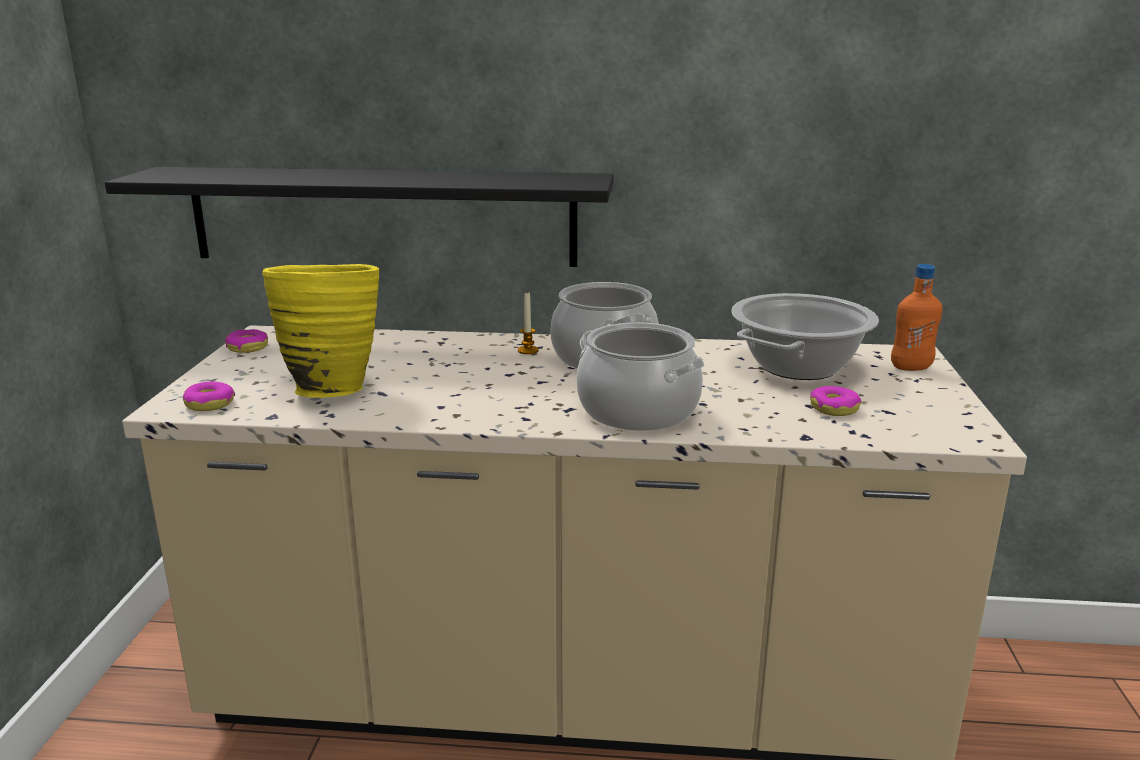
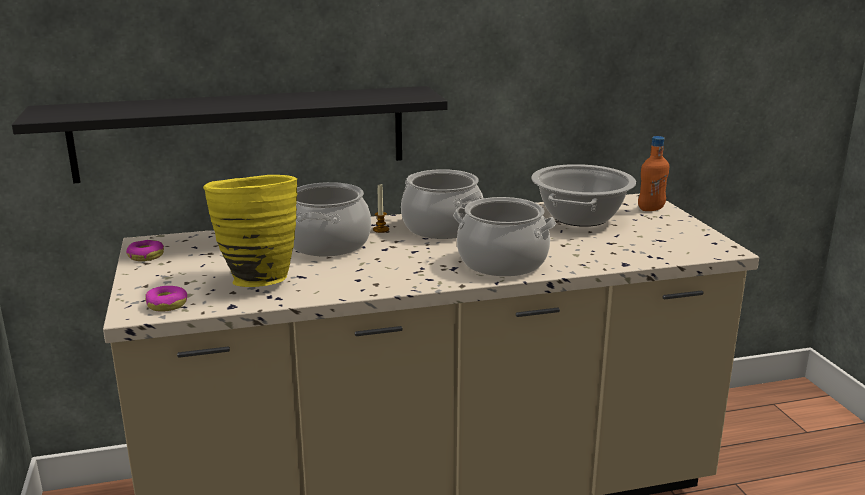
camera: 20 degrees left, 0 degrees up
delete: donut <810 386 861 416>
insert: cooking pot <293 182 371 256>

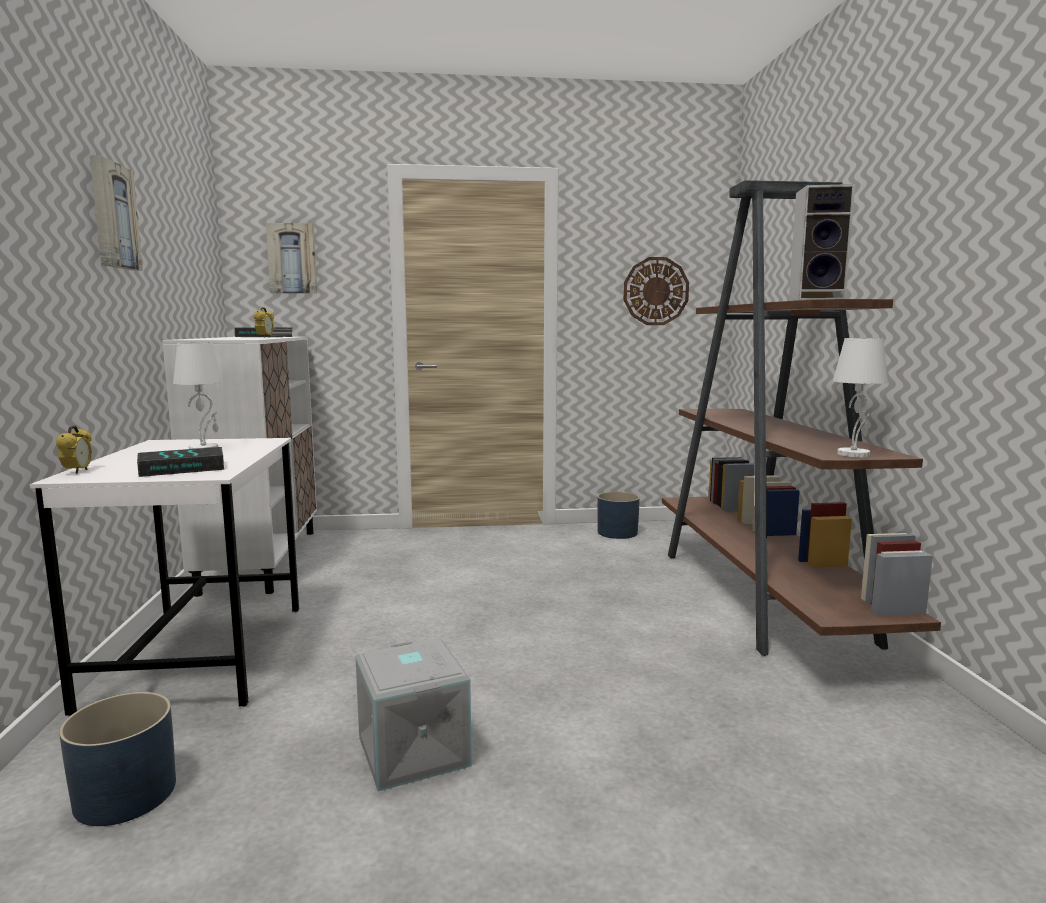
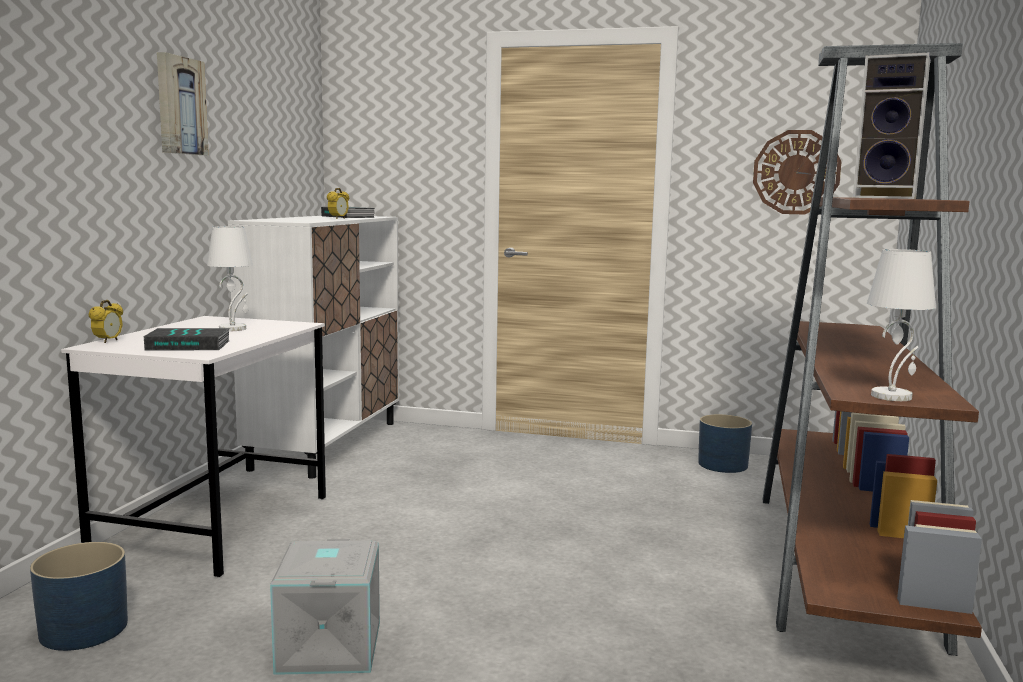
camera: 20 degrees right, 0 degrees up
delete: picture <266 223 317 294>

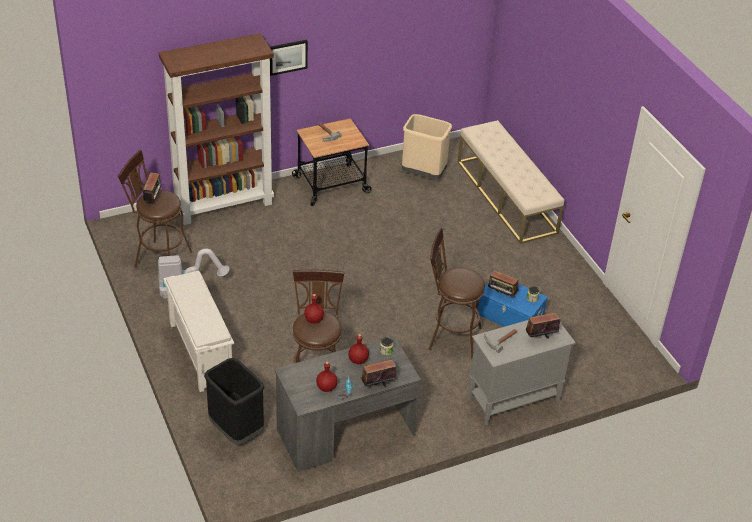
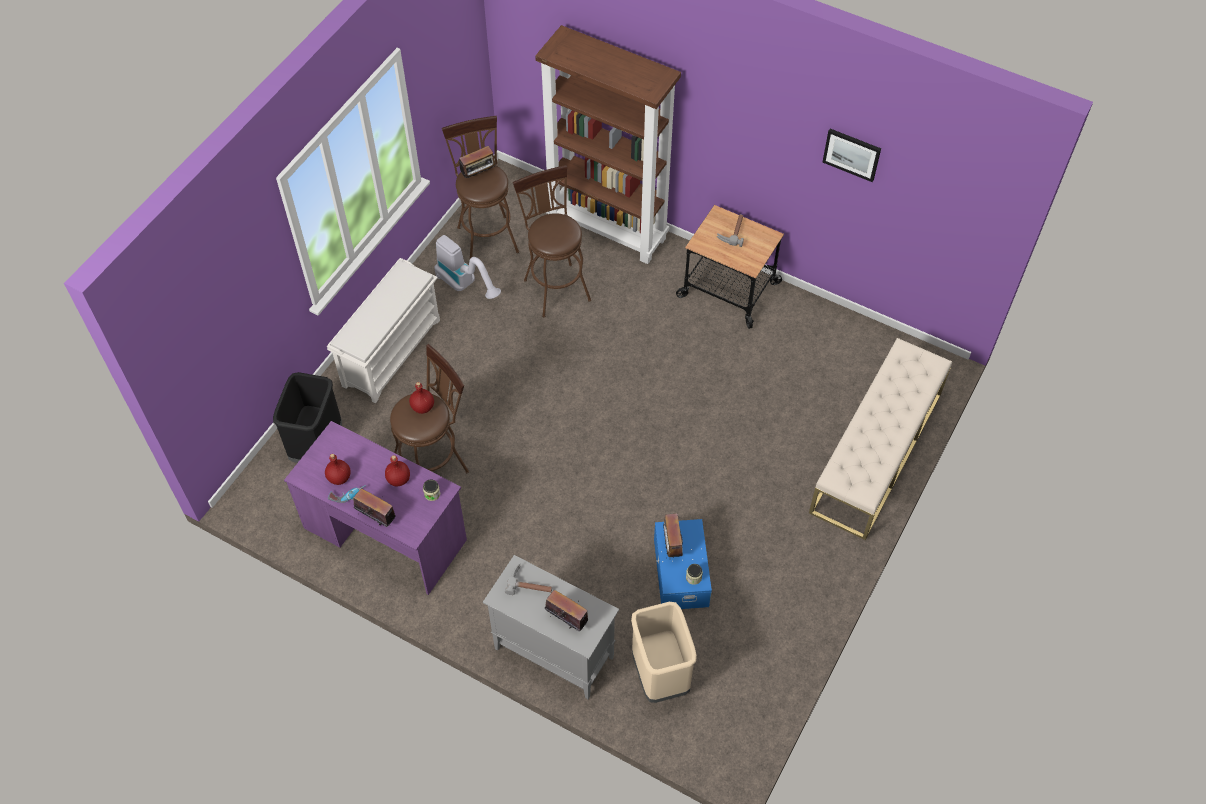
camera: 55 degrees right, 15 degrees up
move: picture <270 40 308 76> to <823 129 881 182>; beige trash can <402 114 452 179> to <631 602 697 703>; brown stool <429 228 485 359> to <513 165 591 317>
recolor: grey desk <274 336 421 472> to purple desk <284 421 467 595>

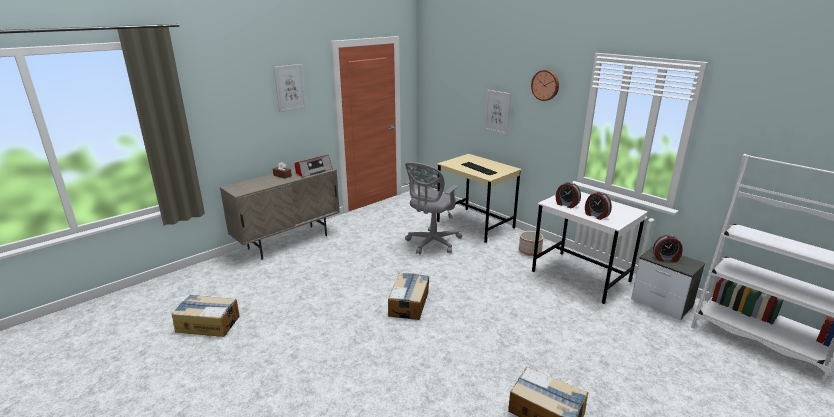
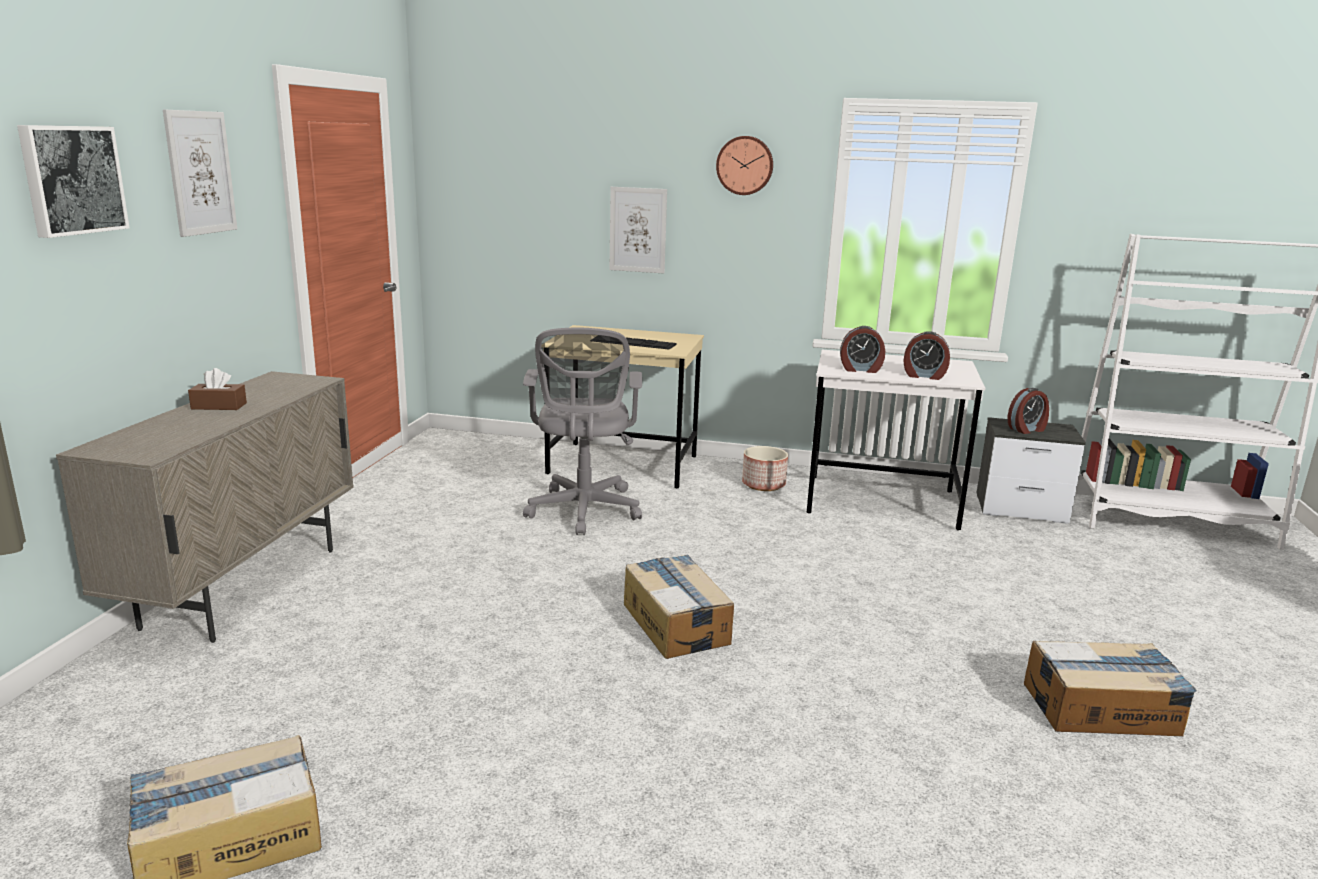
camera: 35 degrees left, 5 degrees down
delete: radio <295 155 333 177>
insert: picture <17 125 130 238>

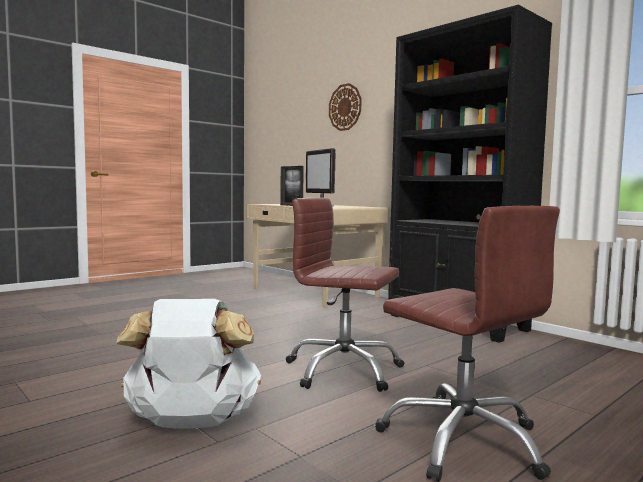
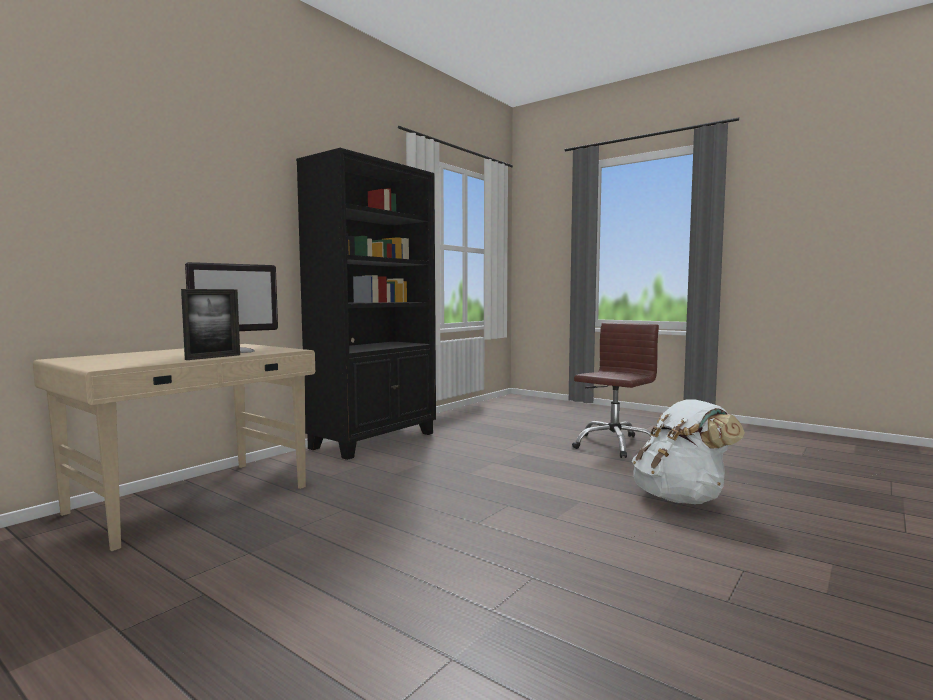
camera: 100 degrees left, 0 degrees up
delete: brown office chair <286 198 404 392>; wall clock <329 83 362 131>

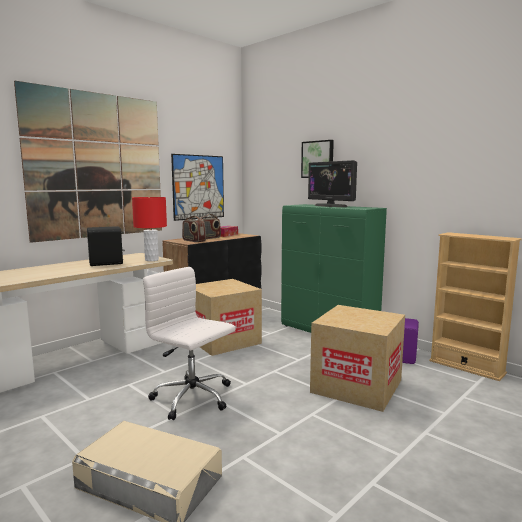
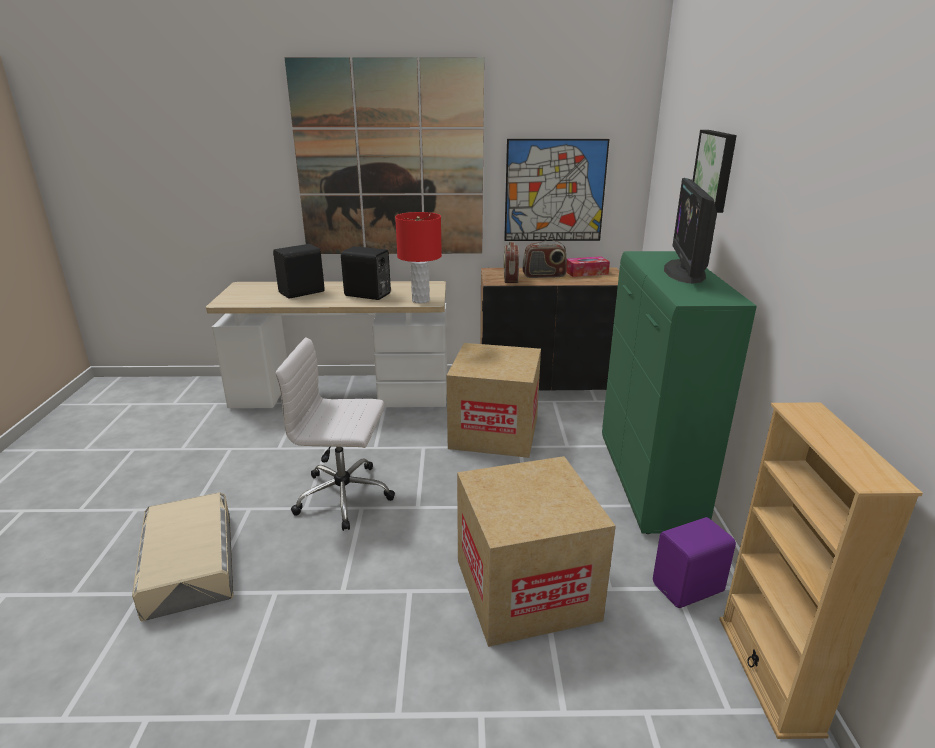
camera: 45 degrees right, 15 degrees up
insert: black speaker <273 244 325 299>
rotate: white office chair <143 267 235 420> = <276 337 395 531> 75 degrees counterclockwise

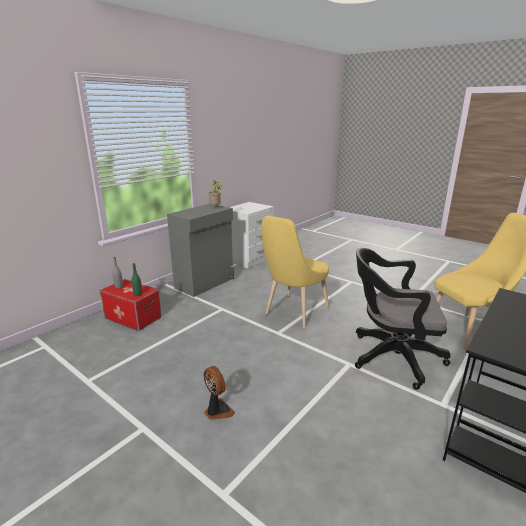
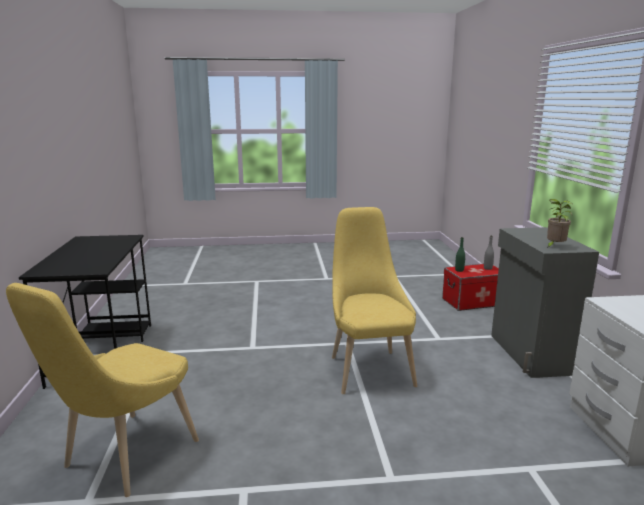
camera: 135 degrees right, 5 degrees down
delete: fan <203 366 235 420>; black office chair <355 248 451 390>

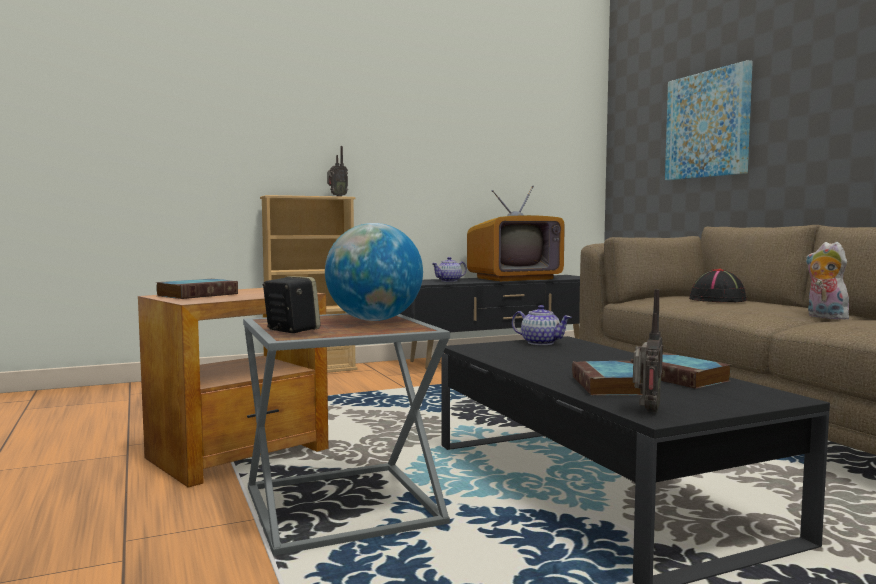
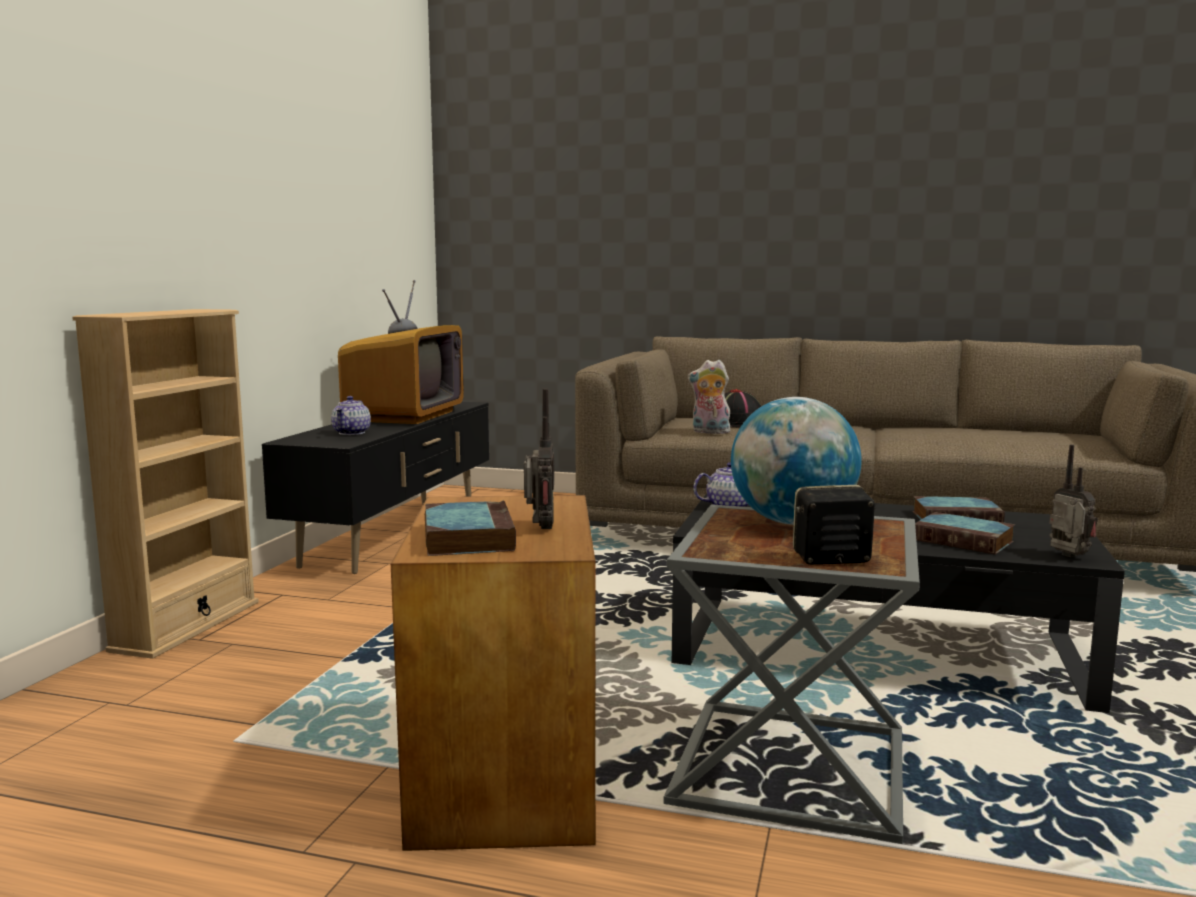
camera: 50 degrees left, 5 degrees up
delete: picture <665 60 753 180>
move: radio <327 146 348 197> to <524 389 554 529>; plush toy <805 242 849 320> to <687 360 732 434>

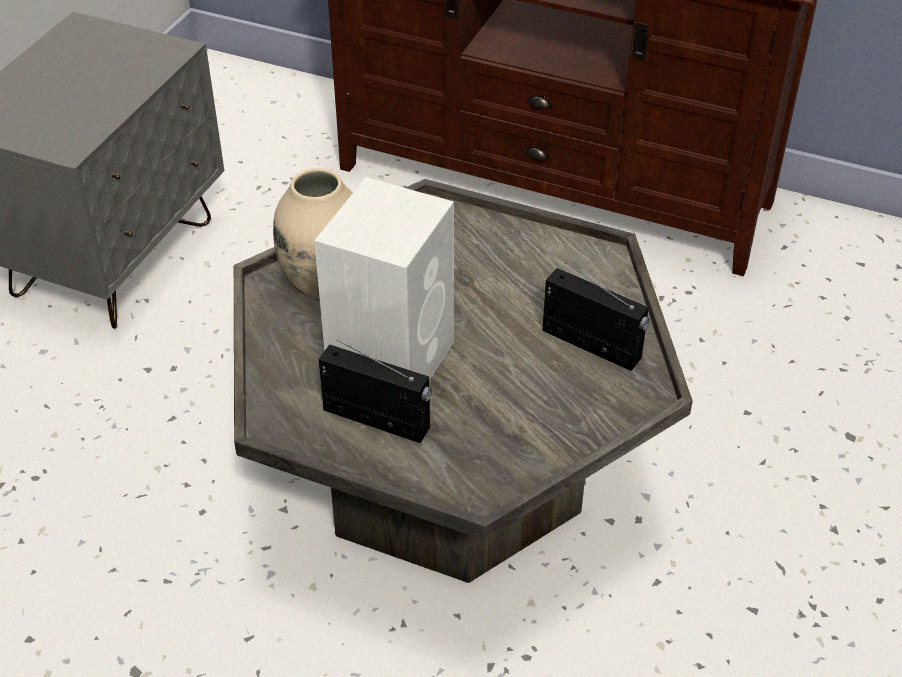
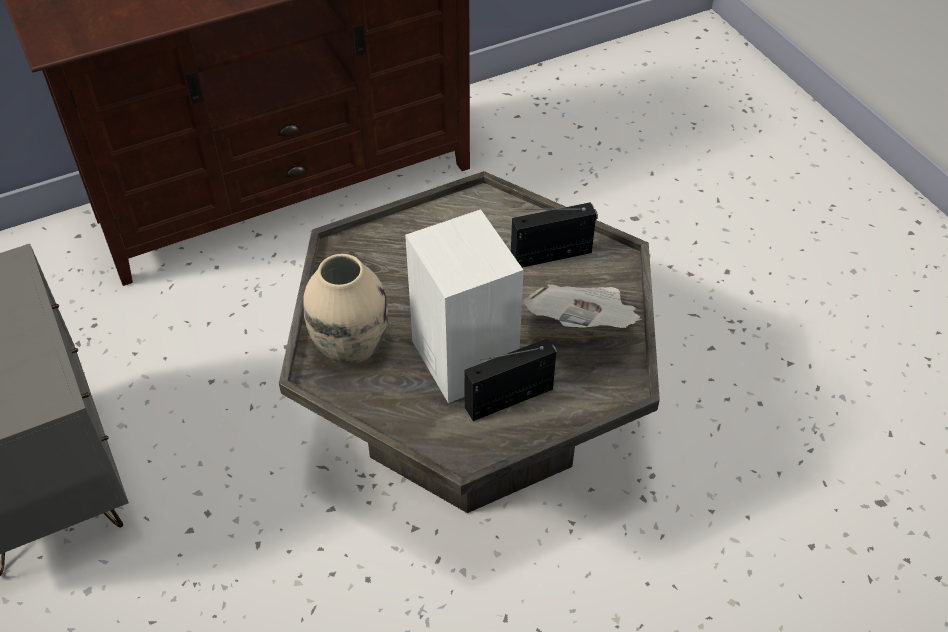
camera: 50 degrees left, 5 degrees up
insert: newspaper <524 284 642 328>

